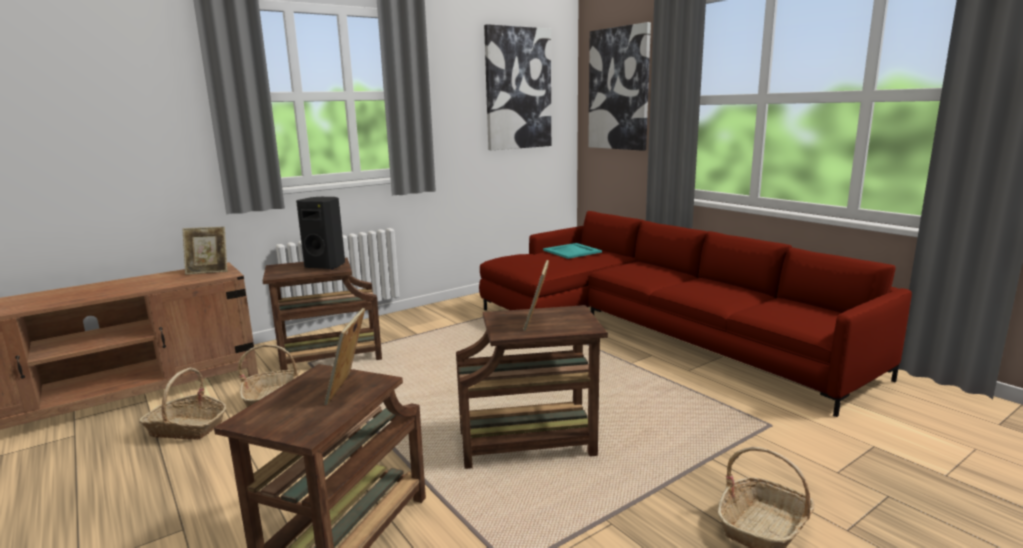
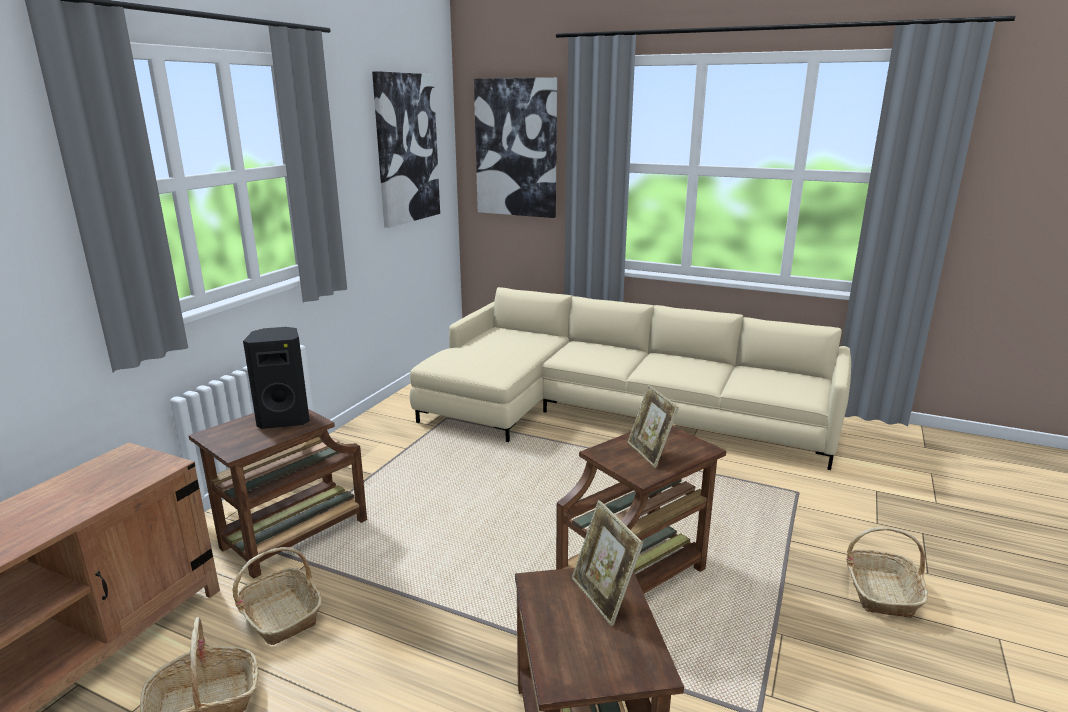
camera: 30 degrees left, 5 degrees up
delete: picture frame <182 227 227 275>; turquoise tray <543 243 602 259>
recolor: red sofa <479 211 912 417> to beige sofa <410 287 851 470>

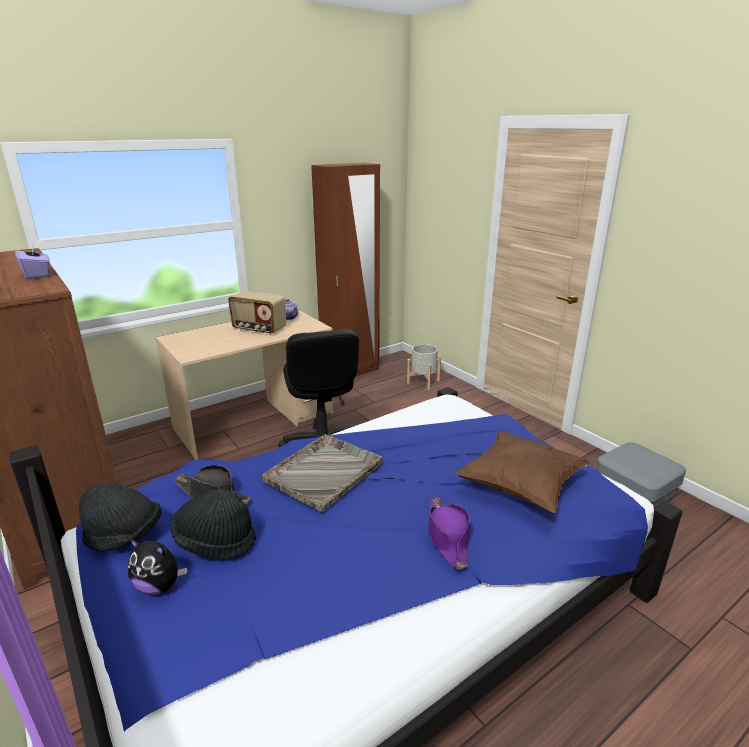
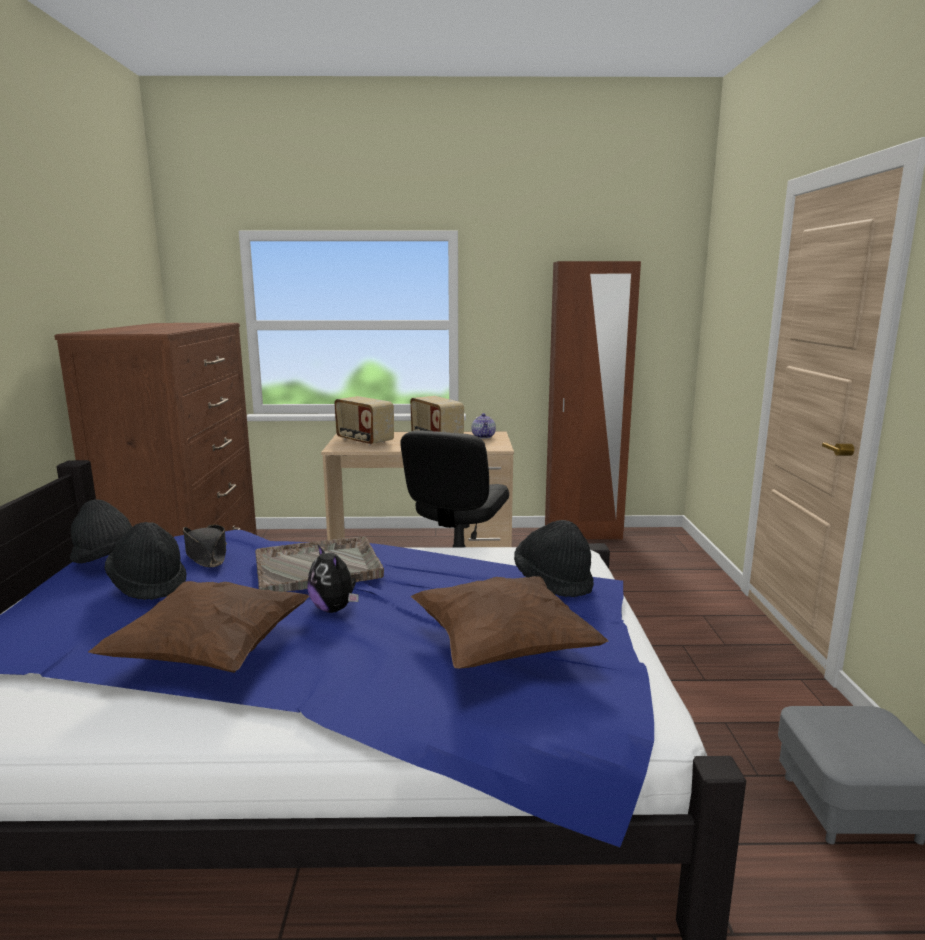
camera: 35 degrees right, 10 degrees down
delete: purple tissue box <15 242 50 279>; grey planter <407 344 441 390>; purple hat <428 498 470 570>
insert: brown pillow <88 581 309 673>; radio <334 396 394 446>; black hat <514 520 594 597>
move: plush toy <128 538 187 595> to <307 545 359 613>

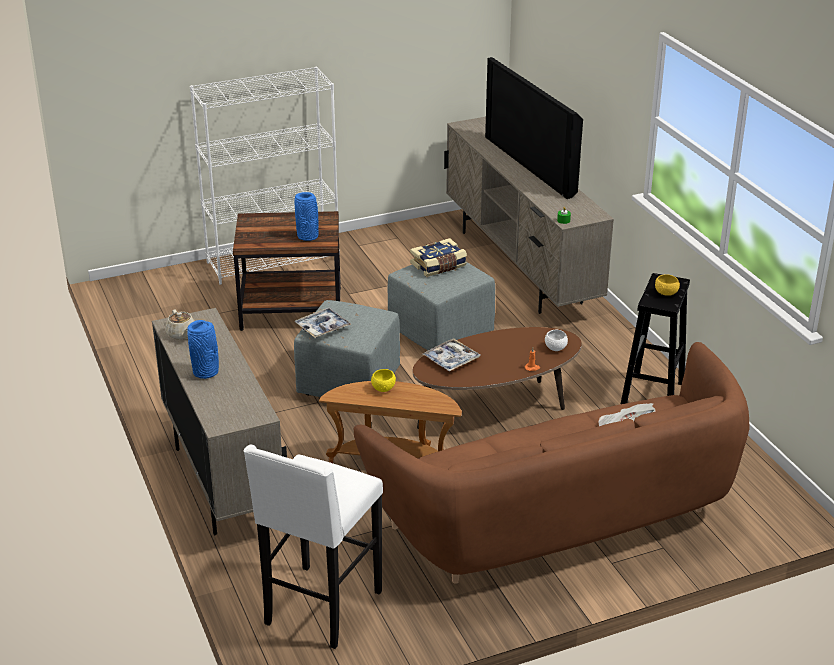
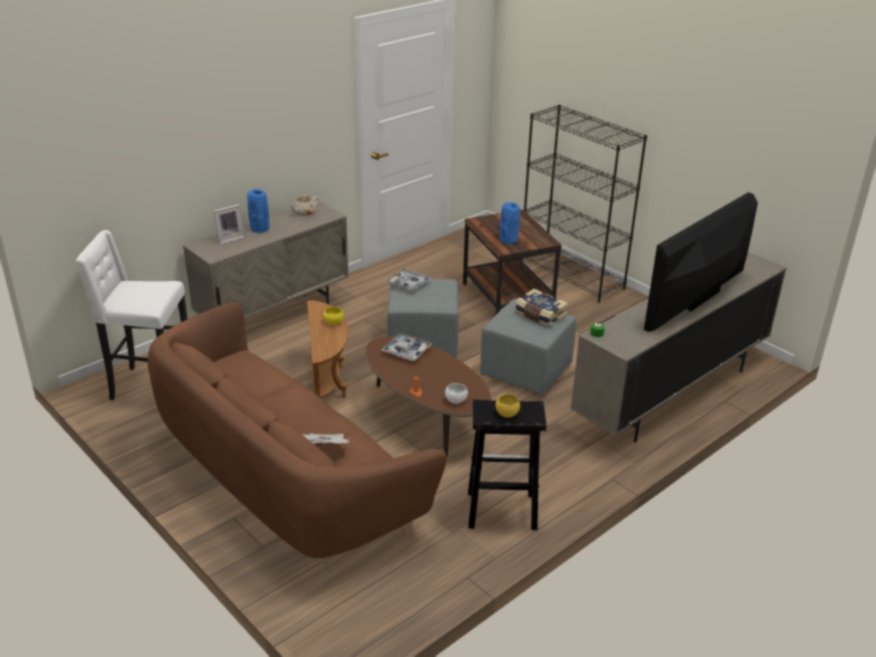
camera: 70 degrees right, 0 degrees up
insert: picture frame <213 204 245 244>
recolor: white bookcase <190 67 340 285> to black bookcase <521 105 647 303>

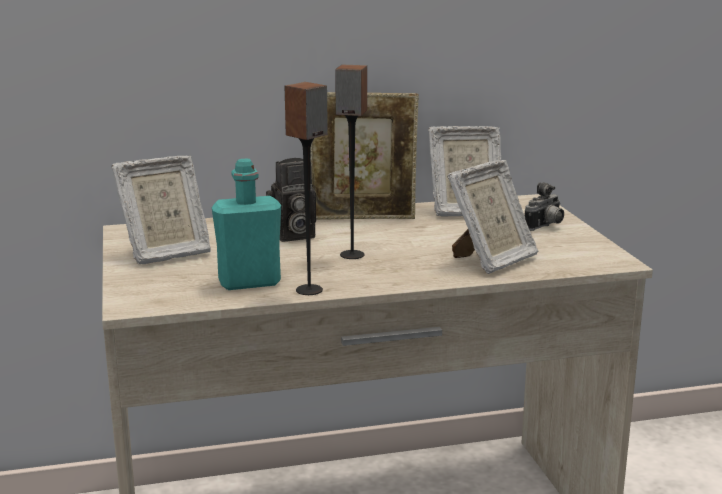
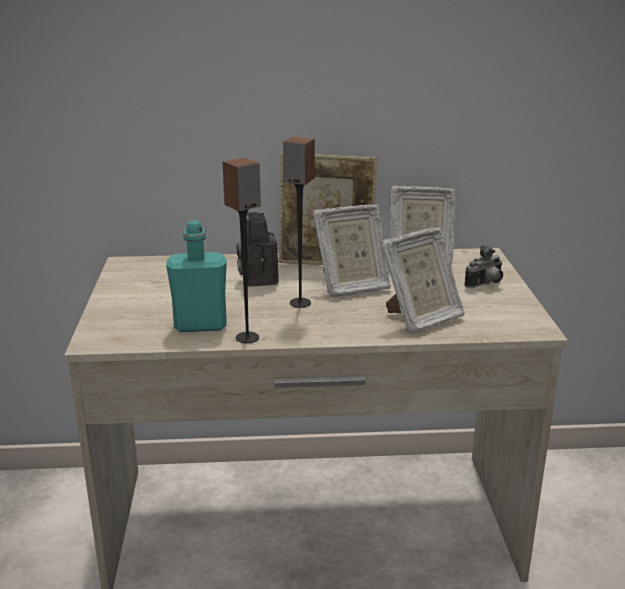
camera: 10 degrees right, 5 degrees up
move: picture frame <111 156 211 264> to <313 205 391 297>
rotate: photo camera <266 158 316 242> = <236 212 279 287> 90 degrees clockwise

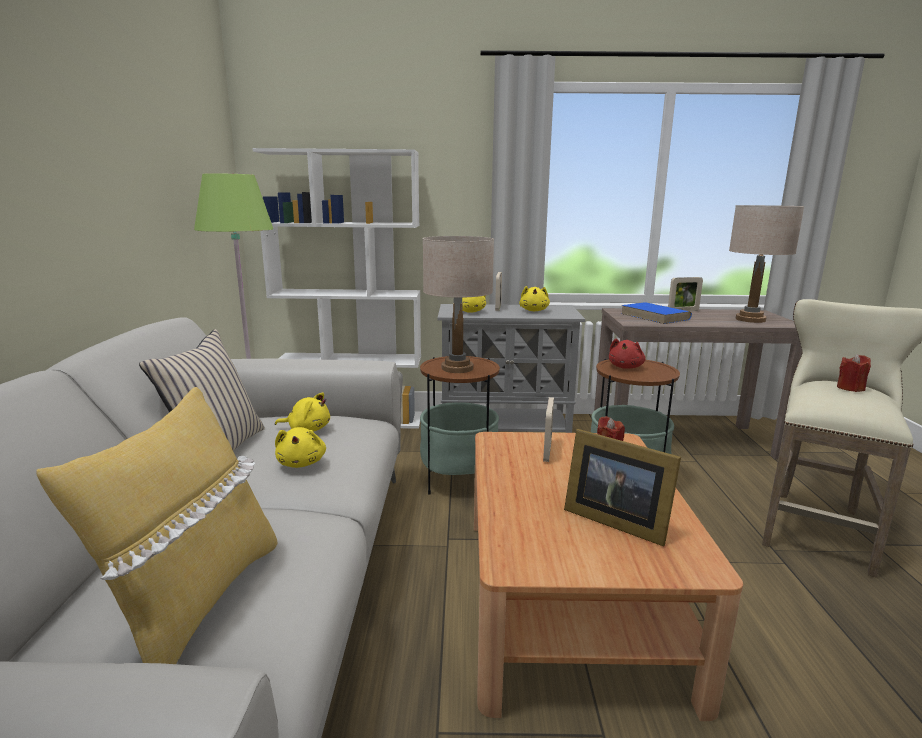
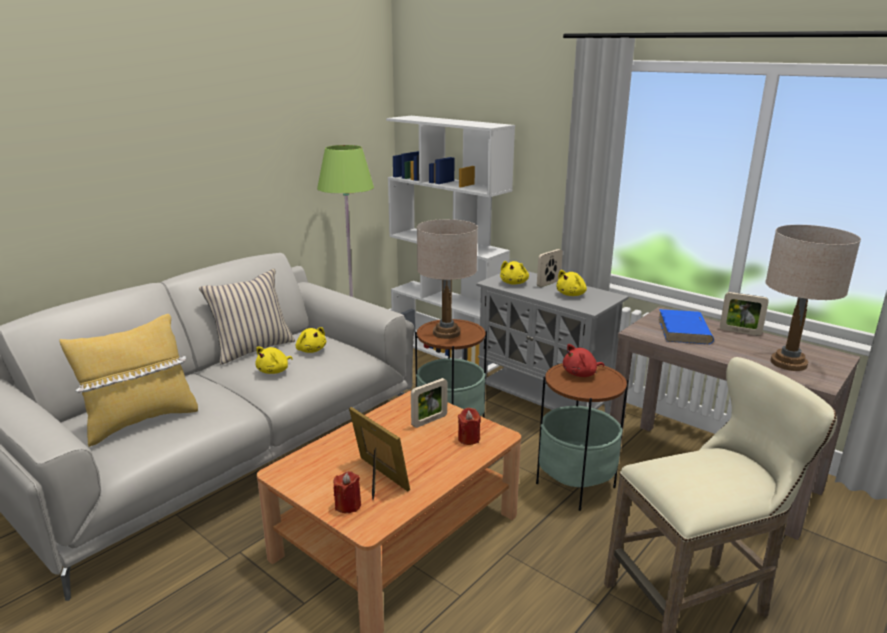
camera: 40 degrees right, 5 degrees up
move: red candle <837 354 871 392> to <334 471 361 513>
rotate: picture frame <564 429 681 547> = <349 407 410 500> 150 degrees clockwise

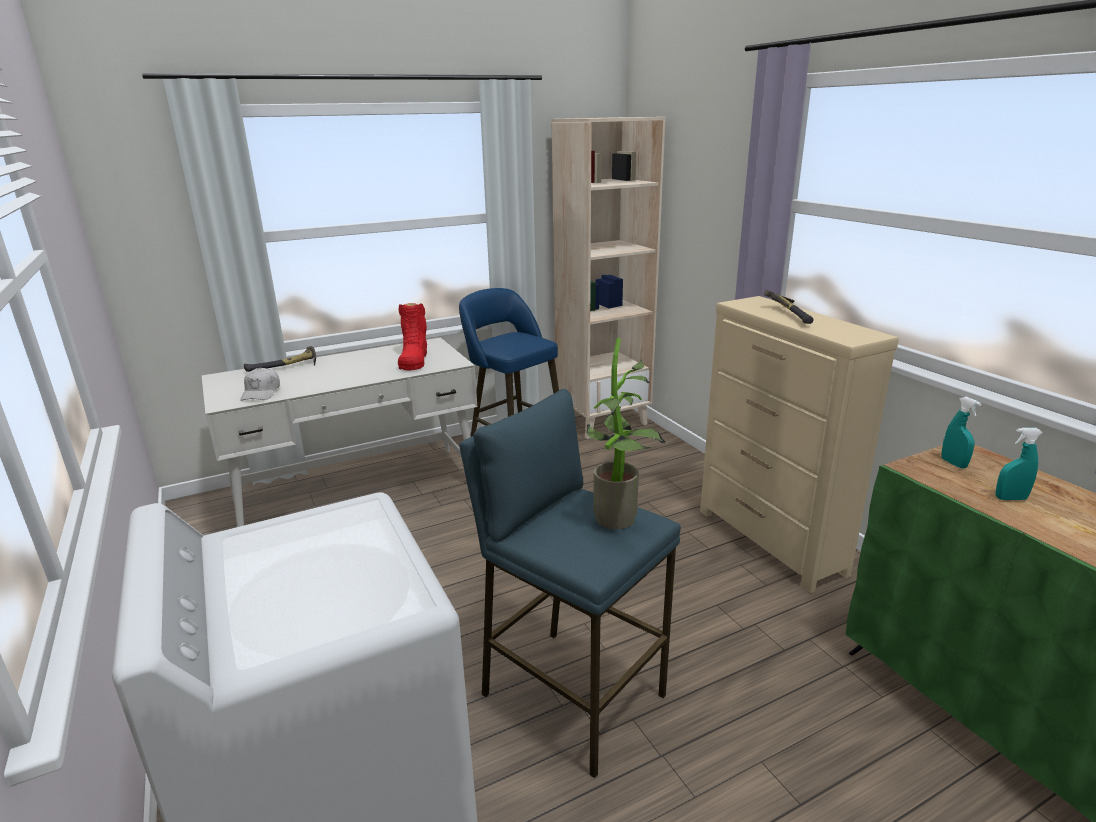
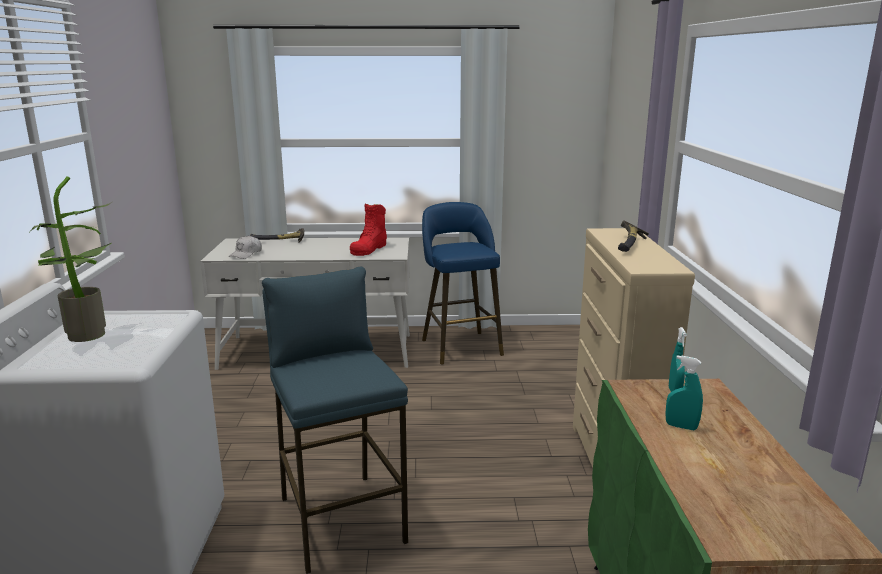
camera: 25 degrees right, 5 degrees down
delete: beige bookcase <551 117 666 439>
move: potted plant <587 338 665 529> to <31 176 112 342>

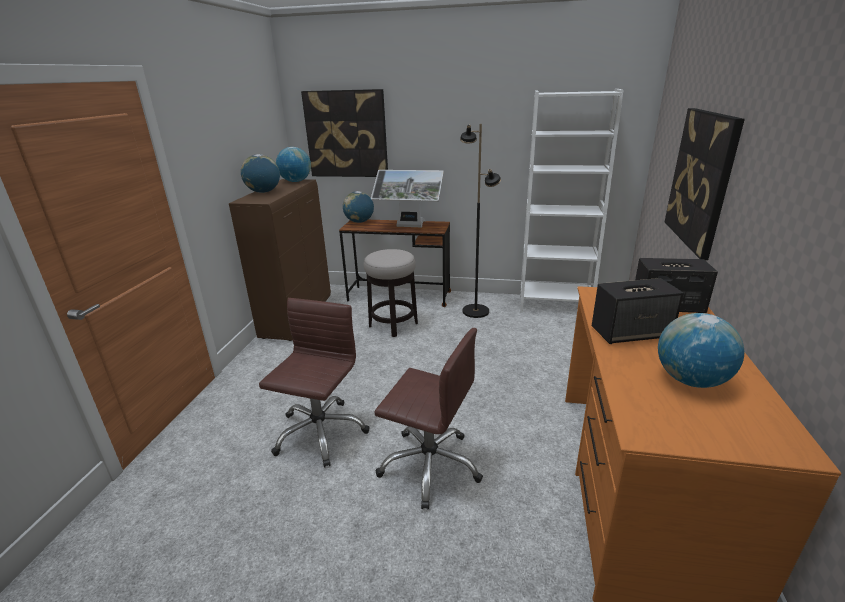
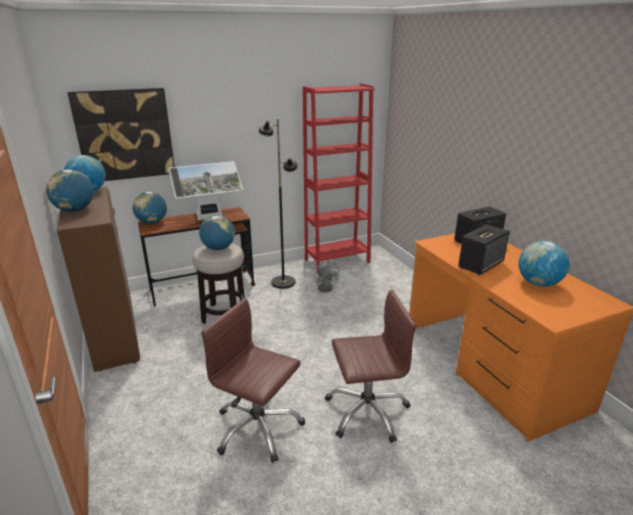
camera: 35 degrees left, 0 degrees up
delete: picture <665 108 745 260>
insert: globe <199 215 235 250>; grey fan <315 260 340 292>
recolor: white bookcase <520 89 623 313> to red bookcase <303 84 375 273>
rotate: brown office chair <259 298 370 468> = <201 298 305 463> 45 degrees counterclockwise

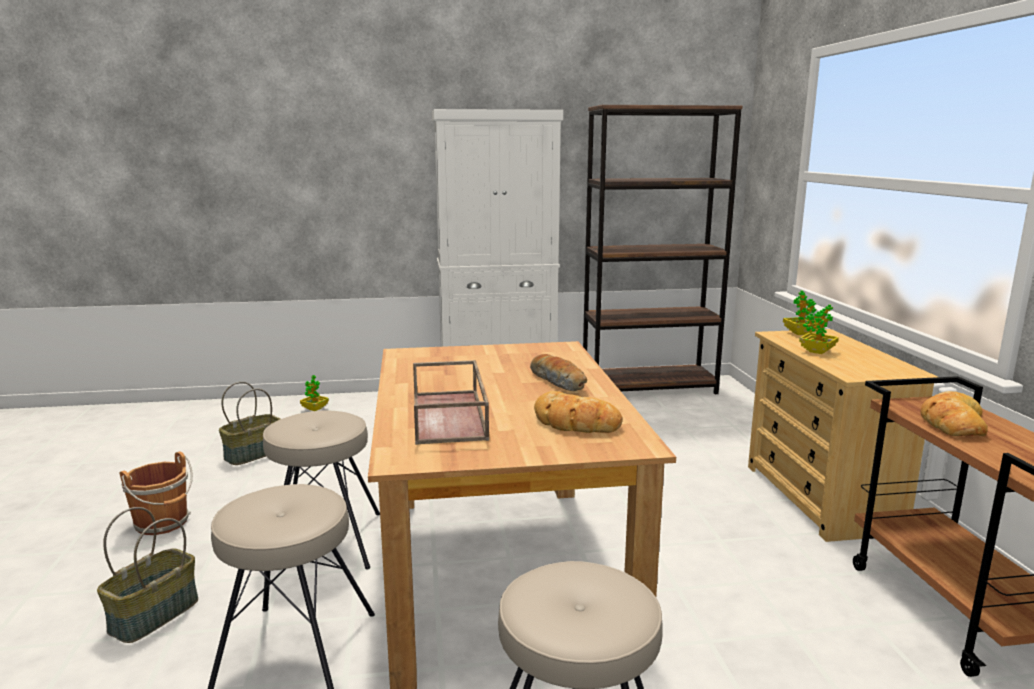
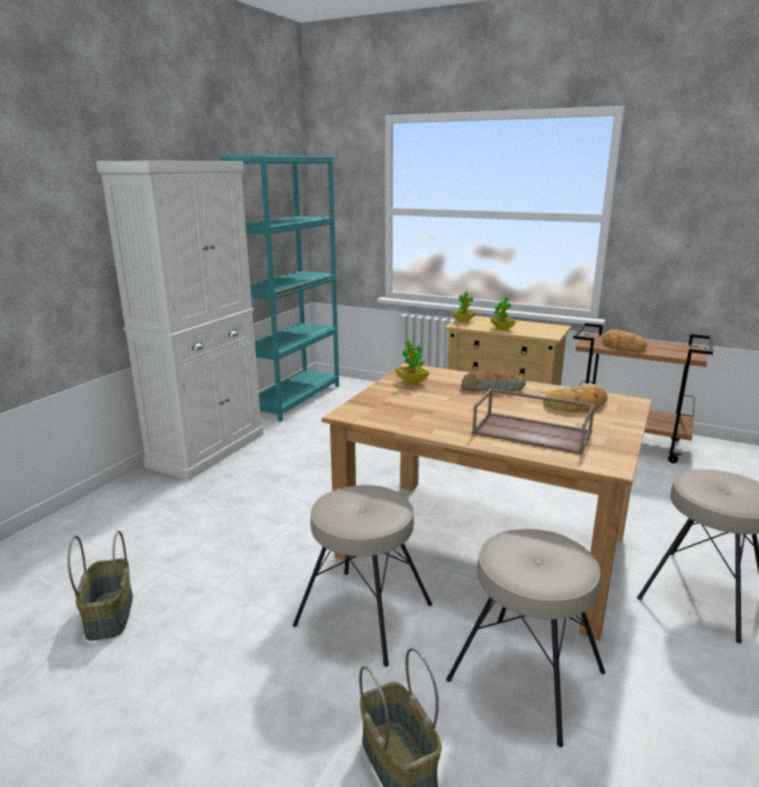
camera: 55 degrees left, 5 degrees up
delete: brown bucket <120 452 193 535>
move: potted plant <300 375 329 411> to <395 340 429 385>
recolor: brown bookcase <583 105 742 394> to turquoise bookcase <220 156 339 422>

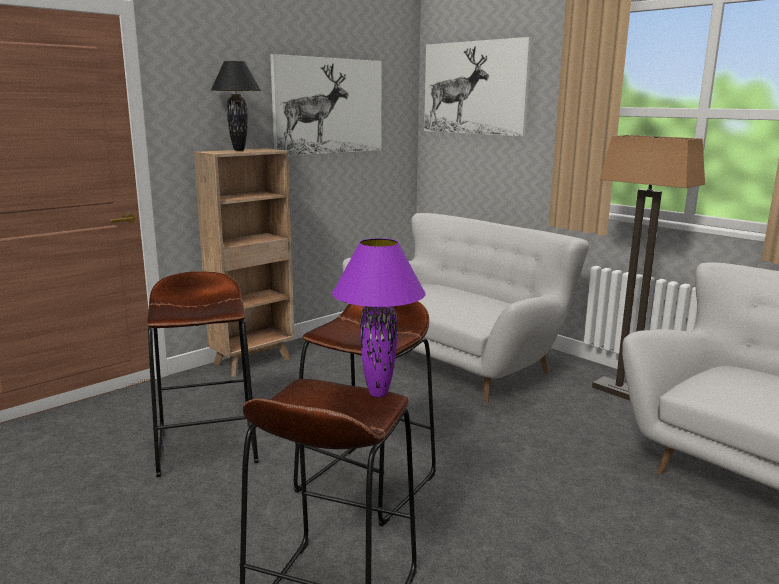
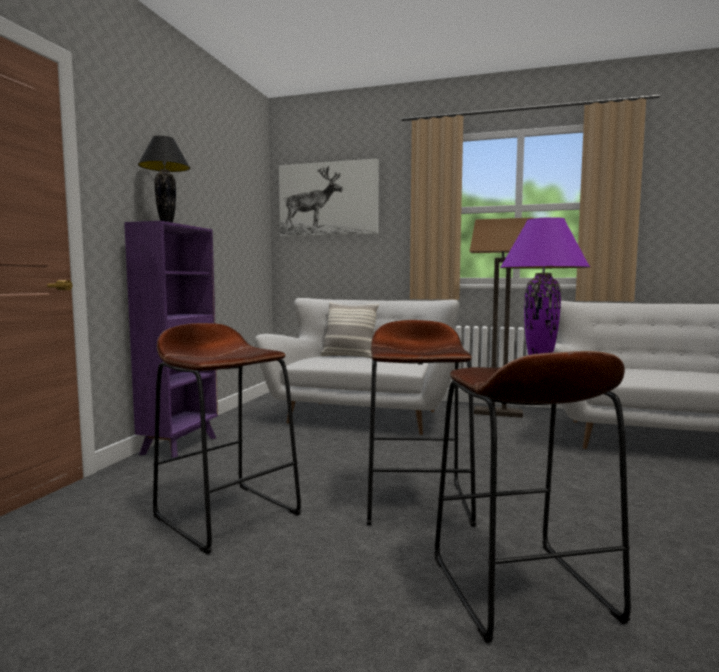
camera: 30 degrees left, 10 degrees down
delete: picture <270 54 382 156>
insert: pillow <320 302 379 358>
recolor: brown bookcase <194 148 295 377> to purple bookcase <124 221 218 458>

